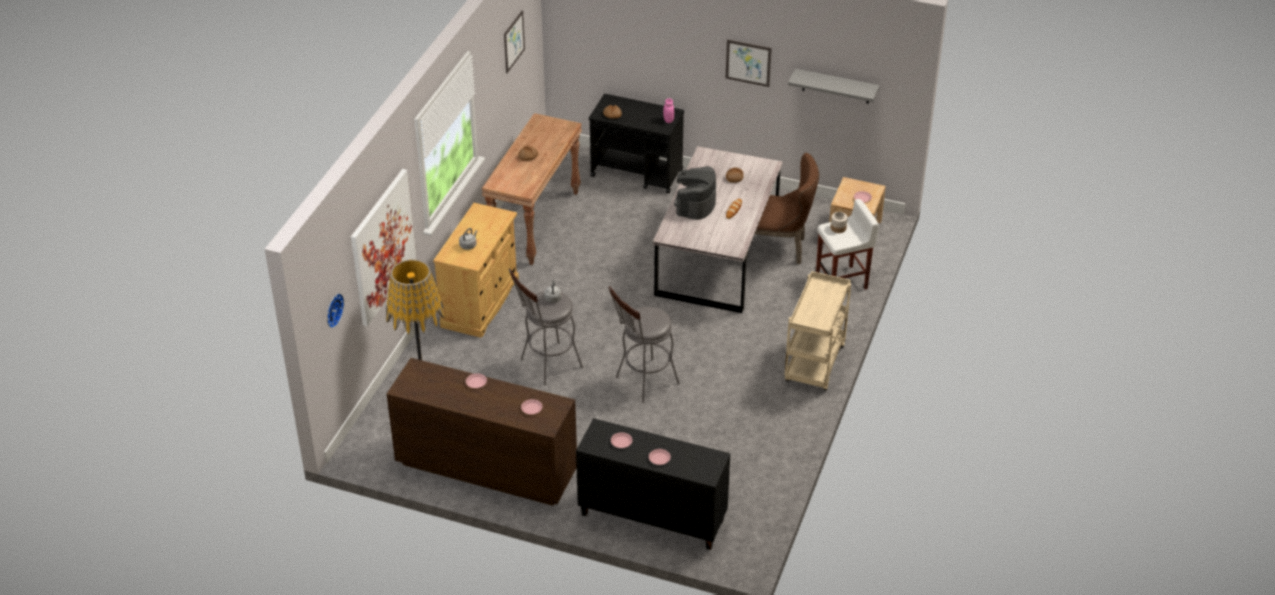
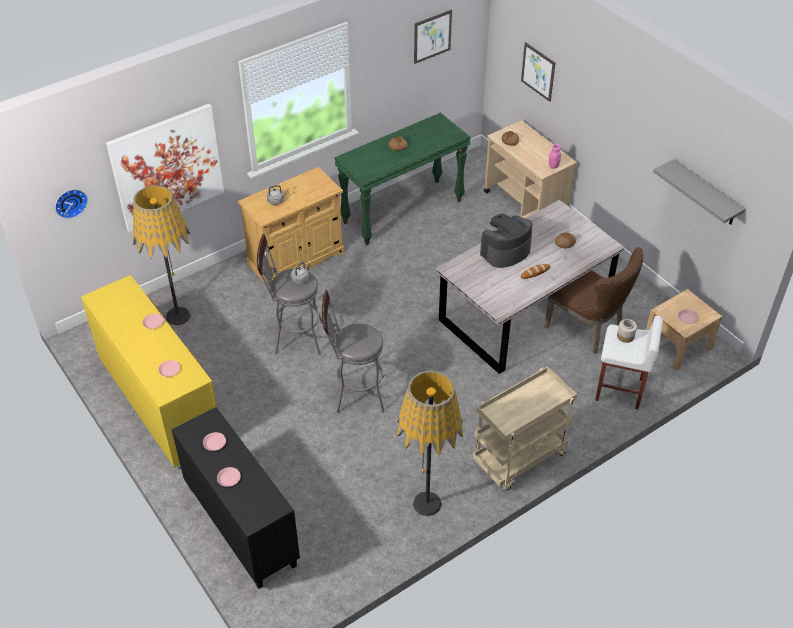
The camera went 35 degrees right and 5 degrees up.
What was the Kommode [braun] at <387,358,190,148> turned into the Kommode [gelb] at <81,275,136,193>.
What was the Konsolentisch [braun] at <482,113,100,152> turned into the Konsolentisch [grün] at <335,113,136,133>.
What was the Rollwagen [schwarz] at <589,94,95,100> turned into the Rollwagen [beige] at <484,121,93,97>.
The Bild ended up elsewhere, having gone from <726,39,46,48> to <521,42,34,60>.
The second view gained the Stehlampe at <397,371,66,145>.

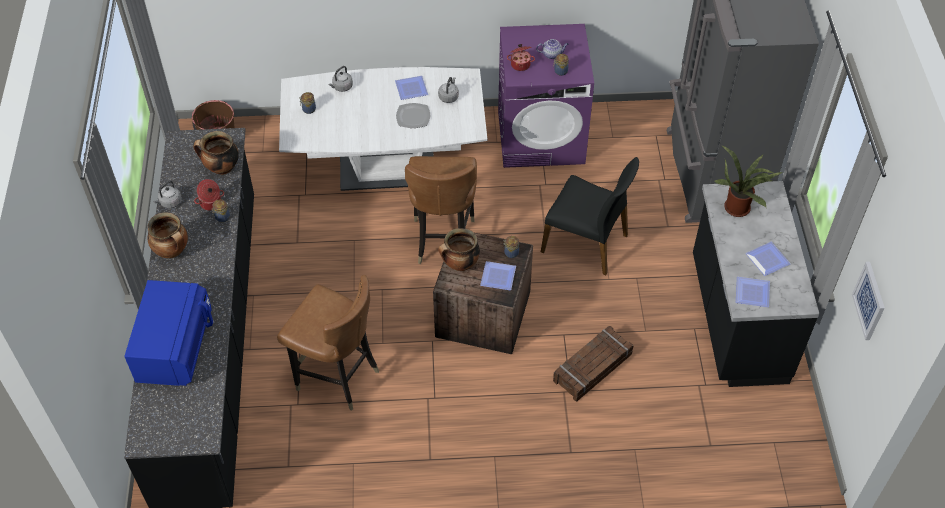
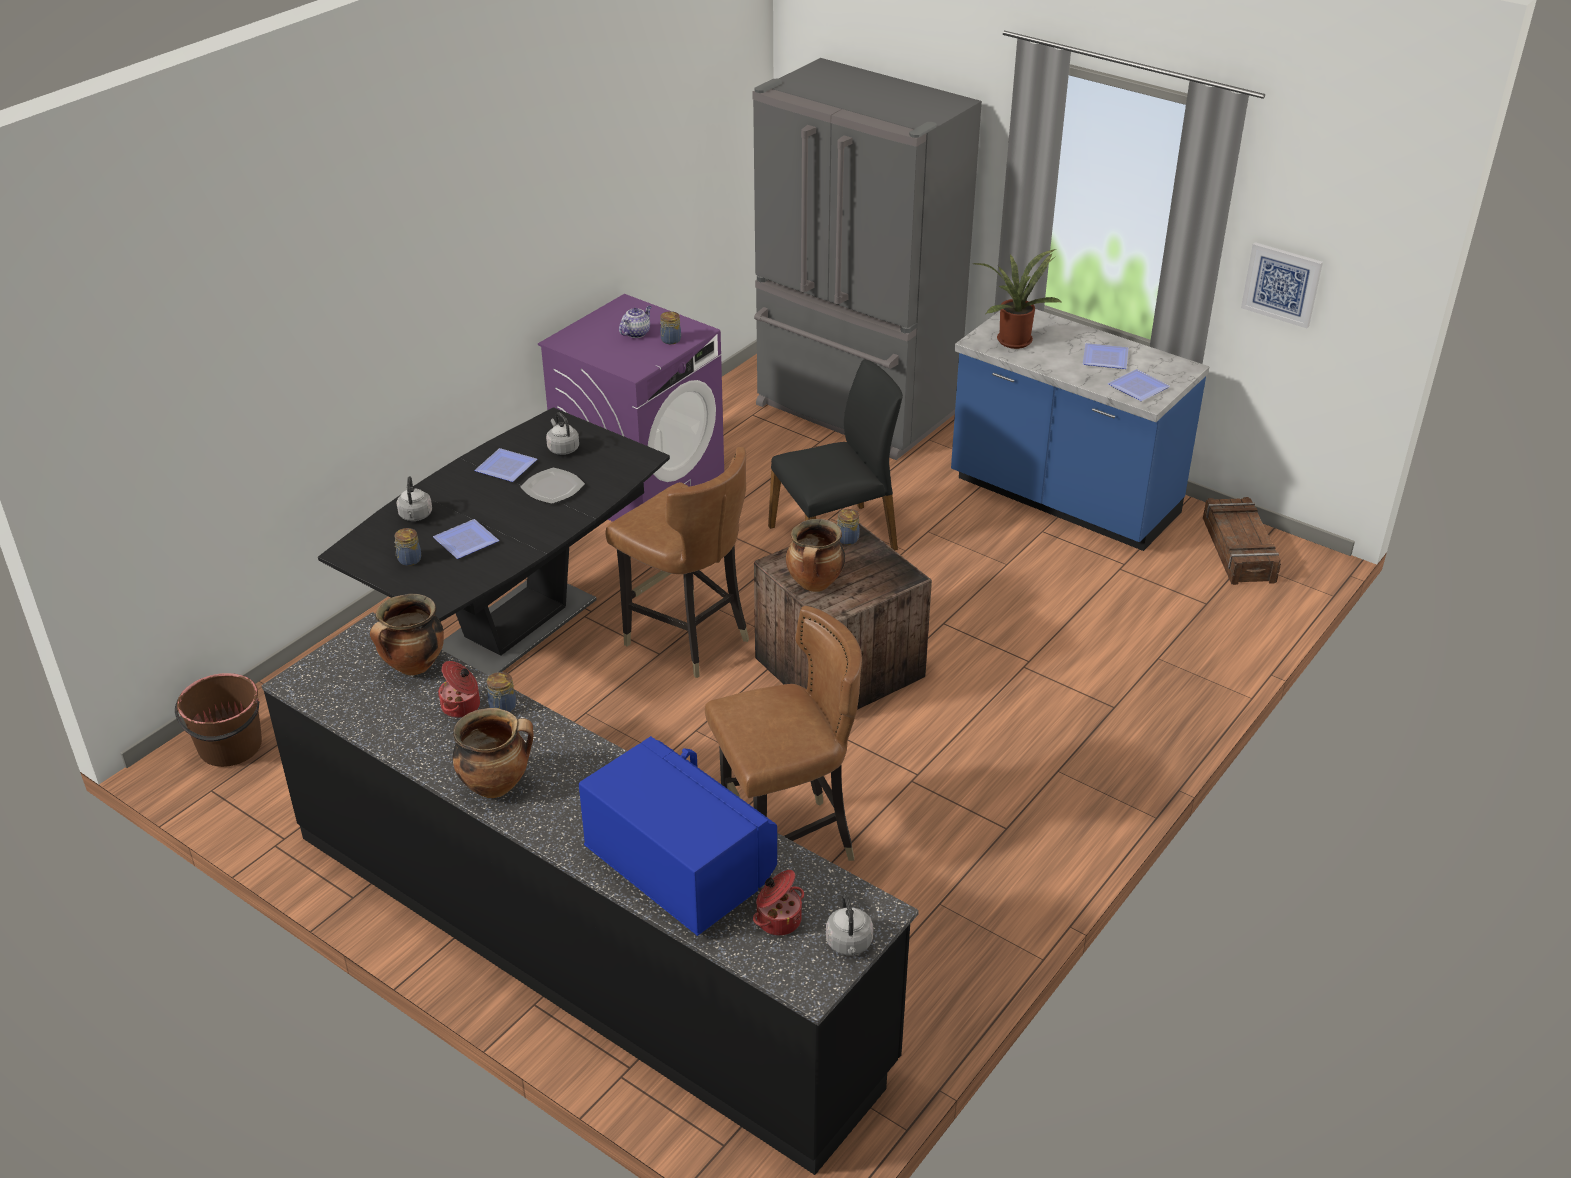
The camera went 50 degrees left and 15 degrees down.
The Wasserkessel [grau] ended up elsewhere, having gone from <153,181,29,27> to <826,894,47,61>.
What was the Esstisch [weiß] at <279,67,208,124> turned into the Esstisch [schwarz] at <318,407,352,269>.
The Teller ended up elsewhere, having gone from <480,261,36,29> to <433,519,66,40>.
The Kochtopf ended up elsewhere, having gone from <507,44,28,27> to <753,870,51,66>.
The Kiste ended up elsewhere, having gone from <553,326,80,76> to <1203,497,78,88>.
What was the Küchenzeile [schwarz] at <693,181,126,206> turned into the Küchenzeile [blau] at <951,309,258,242>.

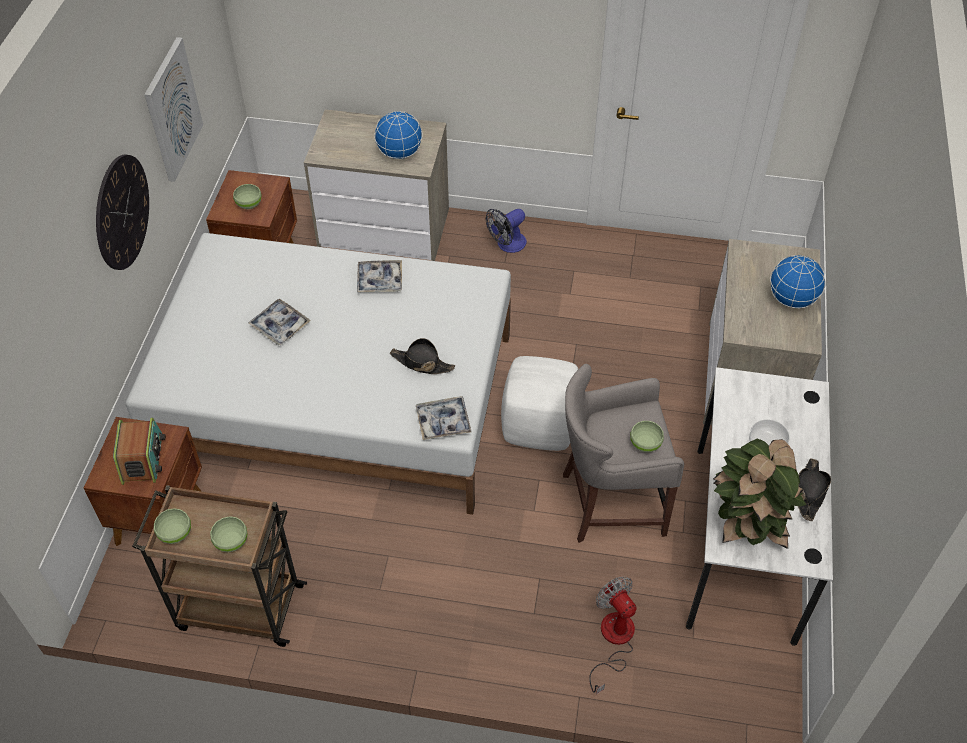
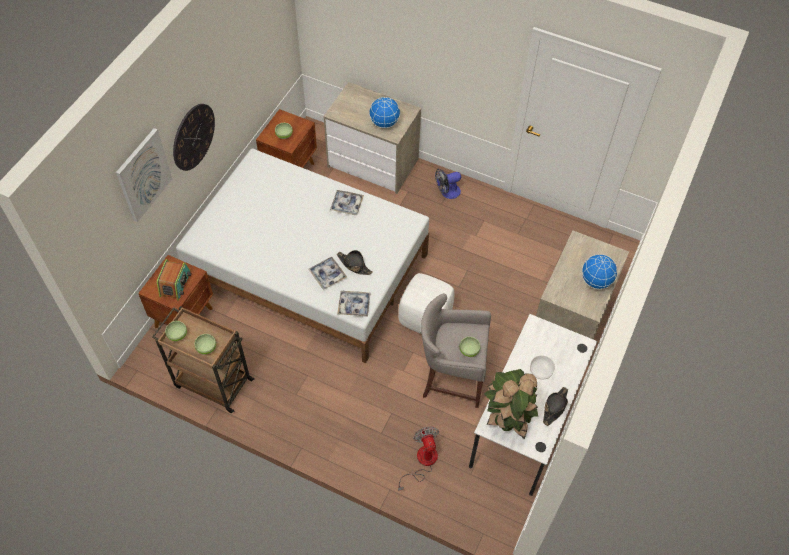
The camera went 15 degrees right and 5 degrees up.
The Bild ended up elsewhere, having gone from <144,37,59,145> to <116,128,56,94>.
The Tablett ended up elsewhere, having gone from <248,299,63,46> to <308,257,39,32>.

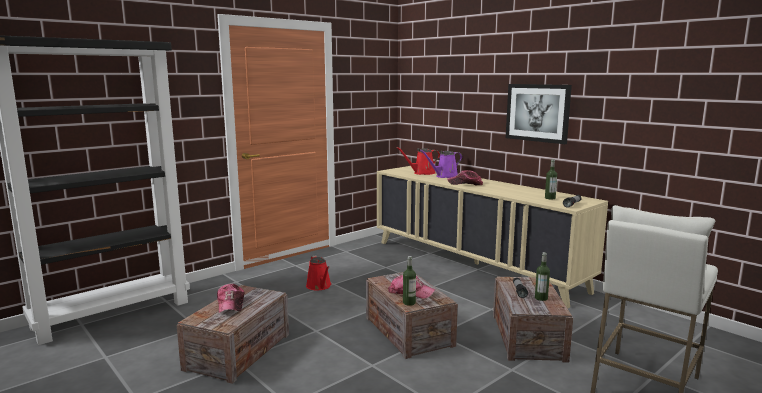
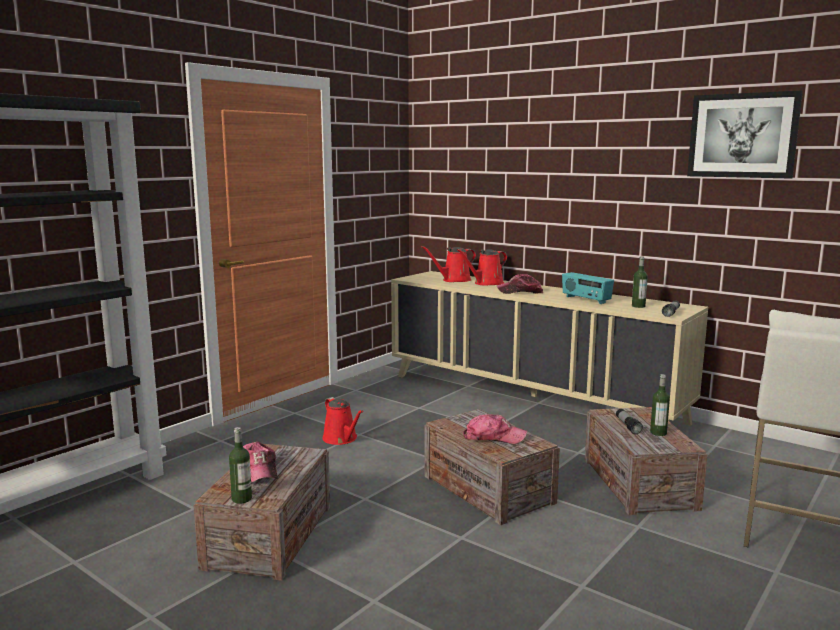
The camera went 10 degrees left and 0 degrees up.
The Flasche ended up elsewhere, having gone from <403,256,13,50> to <229,427,23,77>.
What was the Gießkanne [lila] at <420,150,42,28> turned into the Gießkanne [rot] at <457,249,50,37>.
The Bild ended up elsewhere, having gone from <506,84,66,60> to <687,90,116,88>.
The second view gained the Radio at <562,272,52,32>.

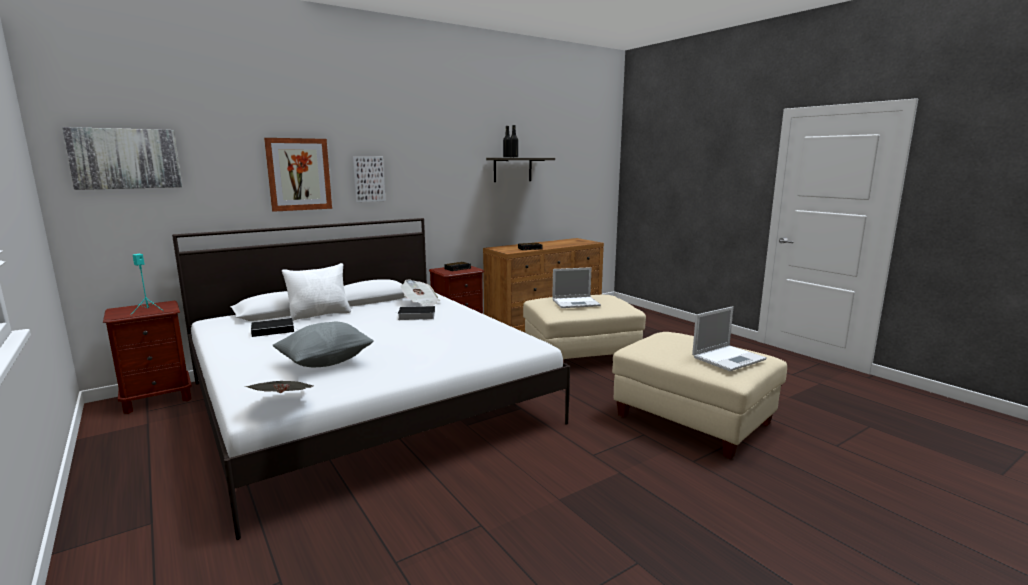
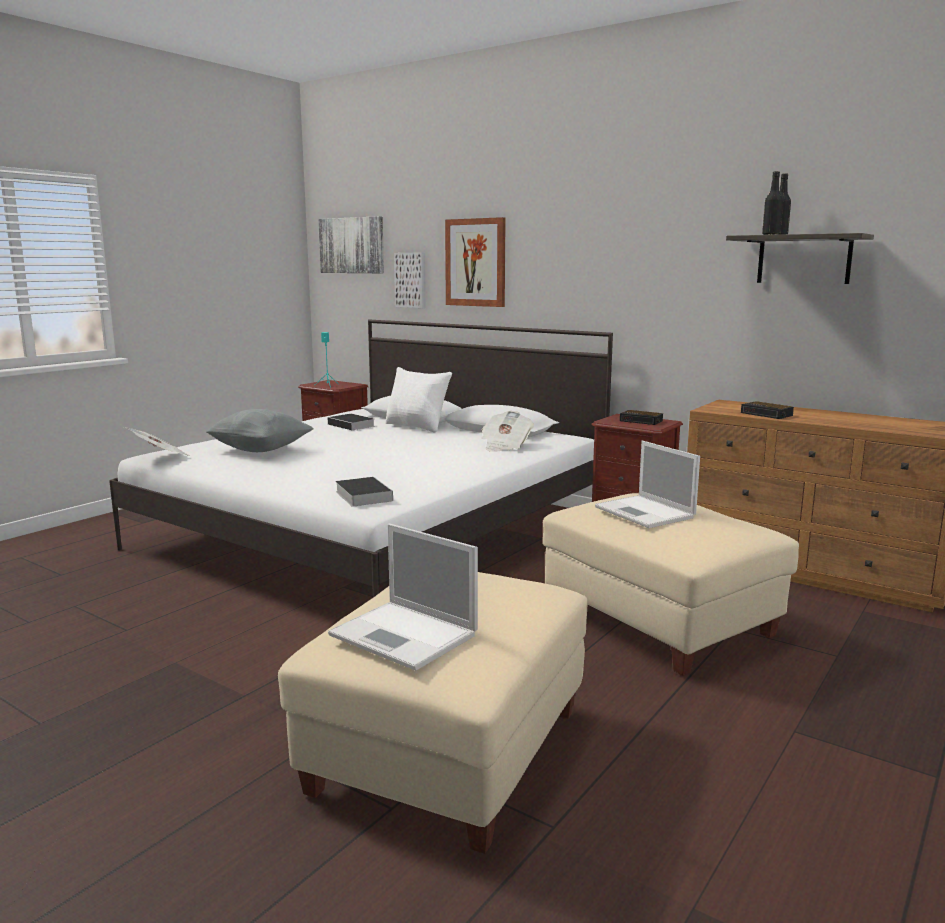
The camera went 70 degrees right and 0 degrees up.
The Bild ended up elsewhere, having gone from <353,157,32,45> to <394,253,32,55>.
The Buch ended up elsewhere, having gone from <396,306,39,14> to <335,477,58,30>.

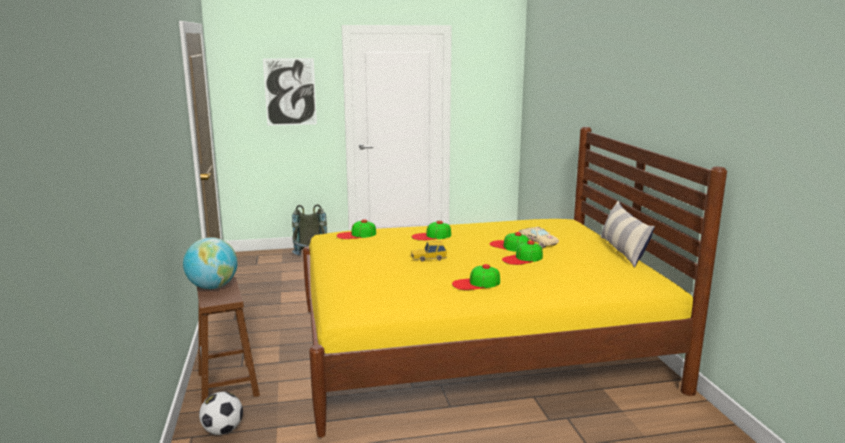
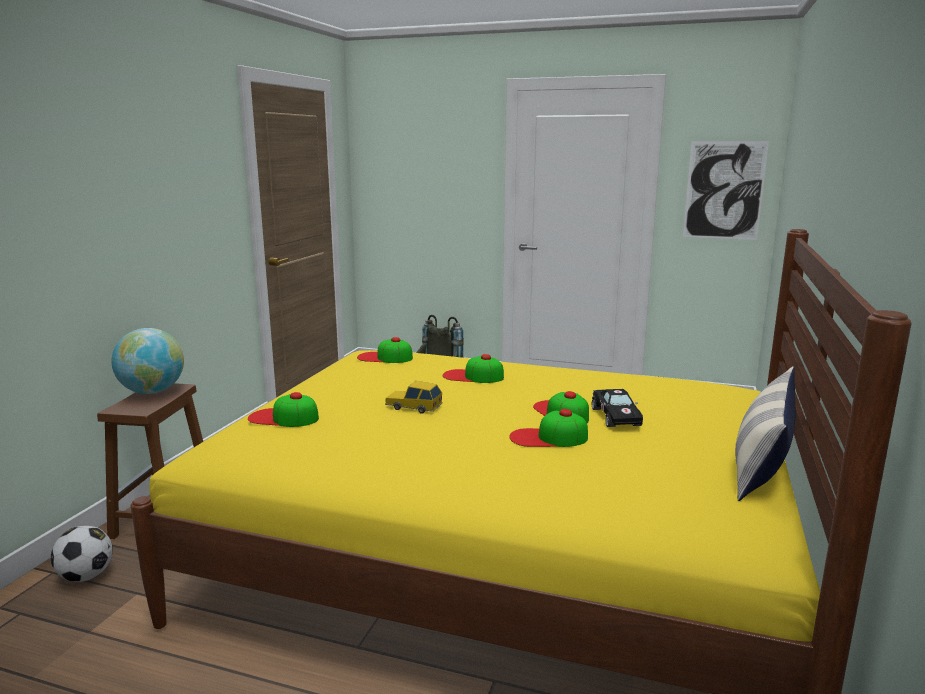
The camera went 30 degrees right and 0 degrees up.
The Bild ended up elsewhere, having gone from <263,58,54,68> to <683,141,86,99>.
The Kappe ended up elsewhere, having gone from <452,264,48,26> to <248,392,71,35>.
What was the Spielzeugauto [beige] at <519,227,40,21> turned into the Spielzeugauto [schwarz] at <592,389,51,38>.

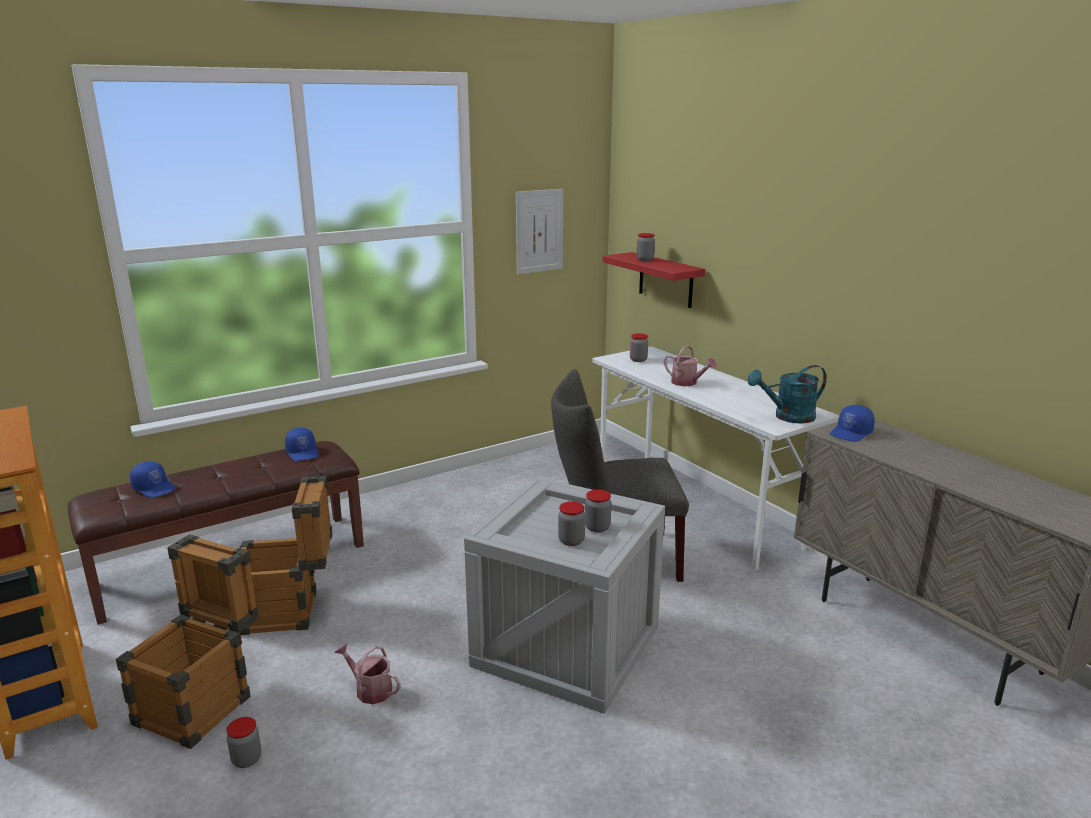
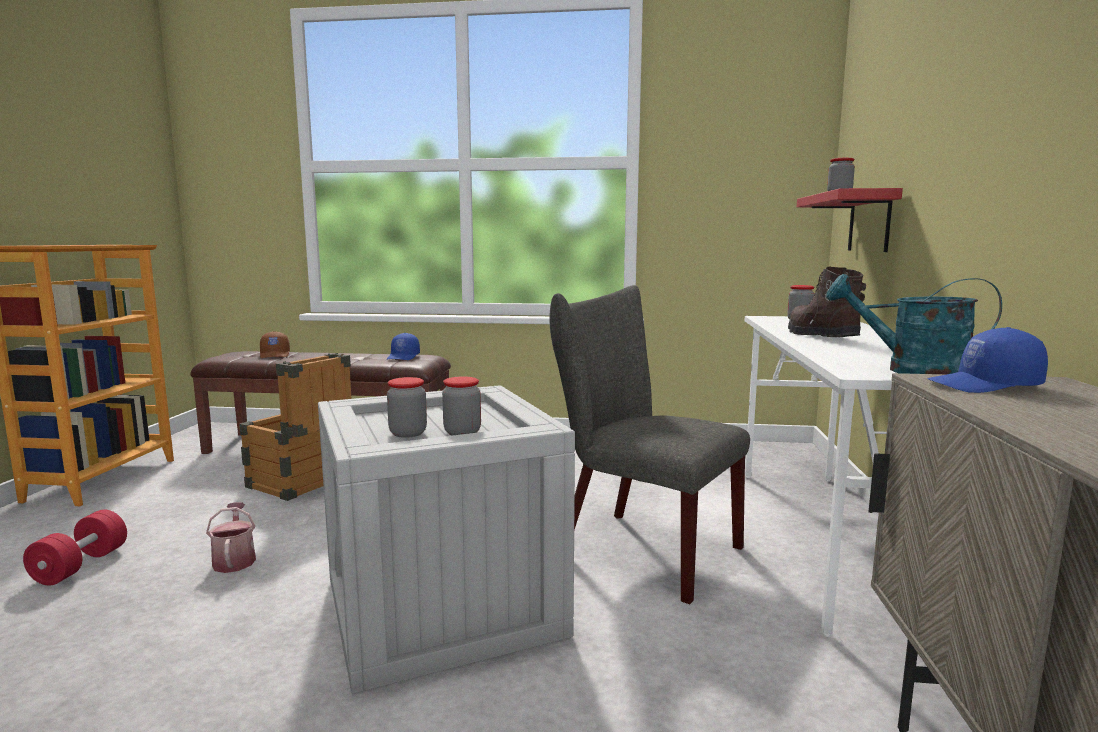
The camera went 40 degrees right and 10 degrees down.
The second view lost the Kiste at <116,534,143,215>.
What was the Kappe [blau] at <130,461,46,37> turned into the Kappe [braun] at <260,331,30,27>.
Where the Vorratsglas stood at <226,717,35,51>, the Hantel [rot] came to stand at <23,510,104,75>.
The second view lost the Bild at <516,189,47,85>.
Where the Gießkanne stood at <664,345,53,41>, the Stiefel [braun] came to stand at <788,266,78,71>.

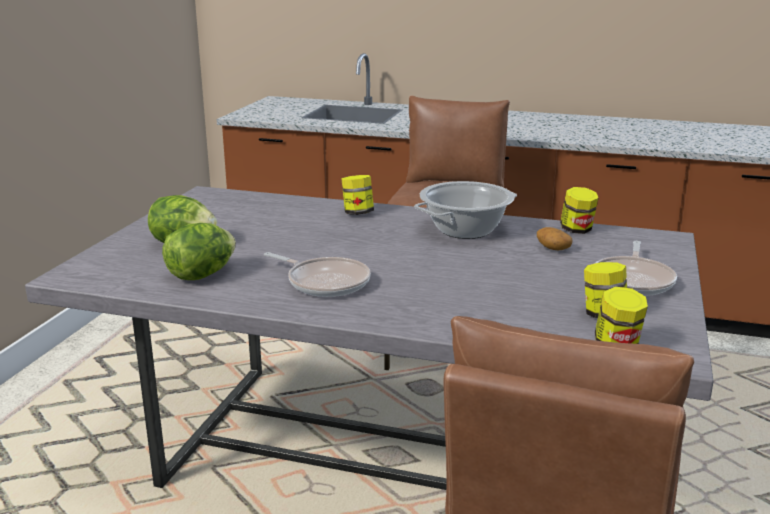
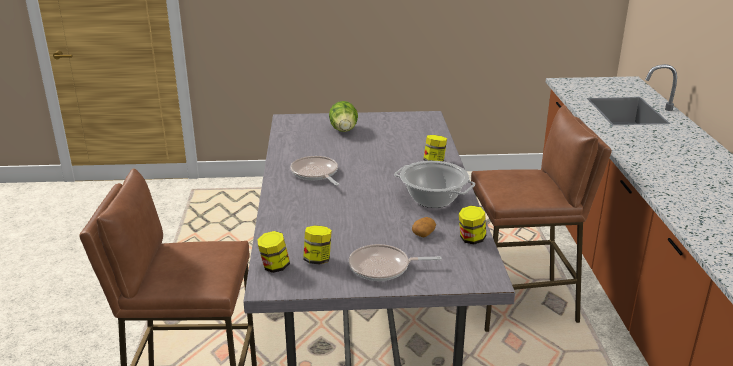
The camera went 70 degrees right and 5 degrees up.
The second view lost the Salatkopf at <162,223,74,57>.
The Pfanne at <264,252,107,45> ended up facing another way, 135 degrees clockwise from before.

